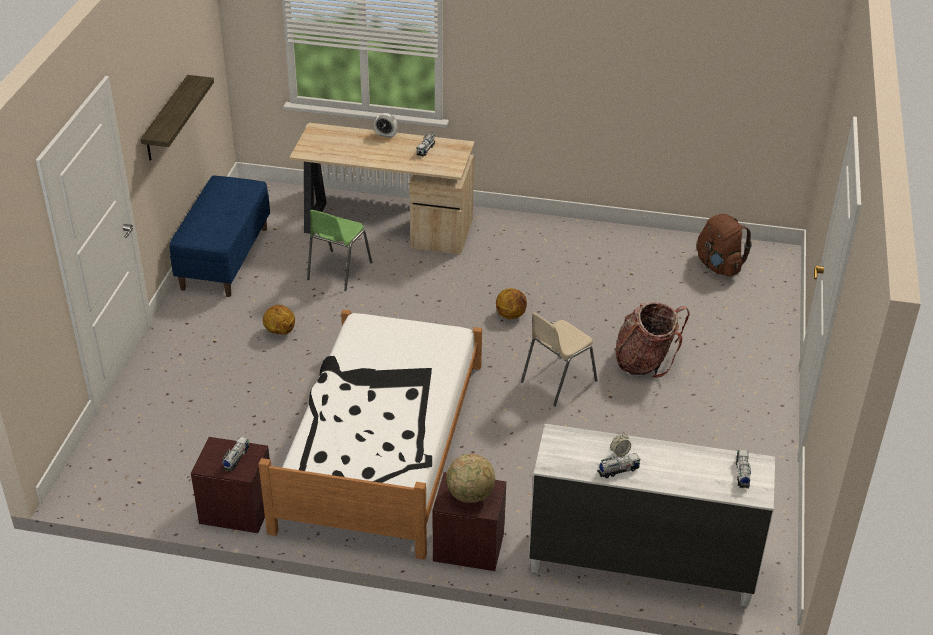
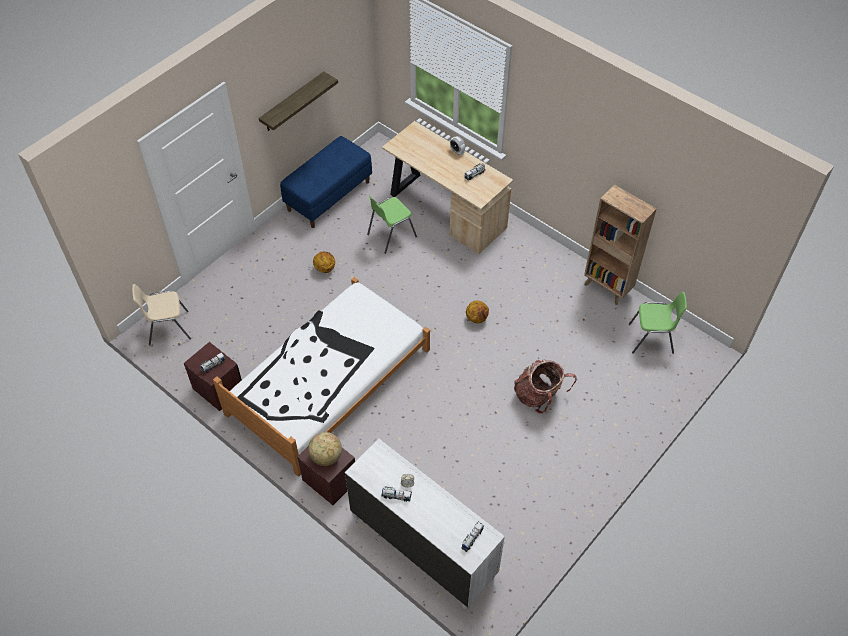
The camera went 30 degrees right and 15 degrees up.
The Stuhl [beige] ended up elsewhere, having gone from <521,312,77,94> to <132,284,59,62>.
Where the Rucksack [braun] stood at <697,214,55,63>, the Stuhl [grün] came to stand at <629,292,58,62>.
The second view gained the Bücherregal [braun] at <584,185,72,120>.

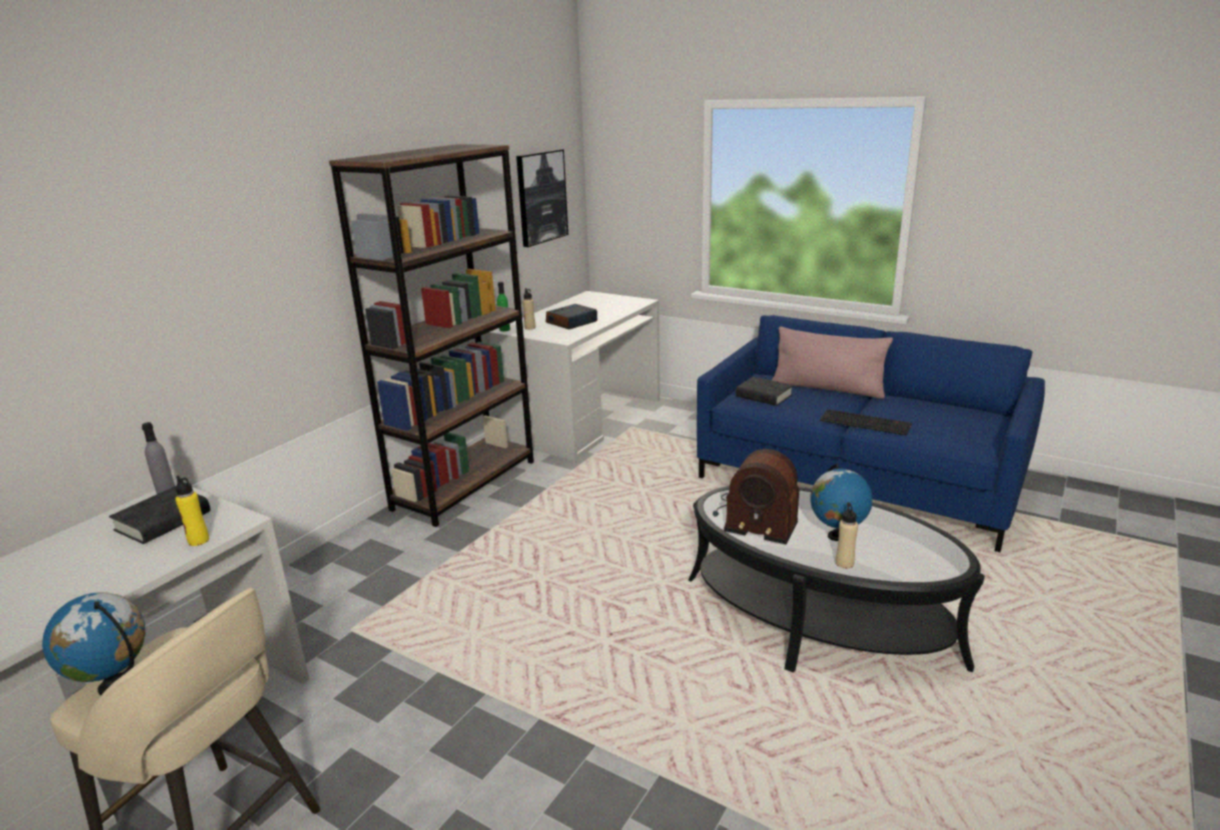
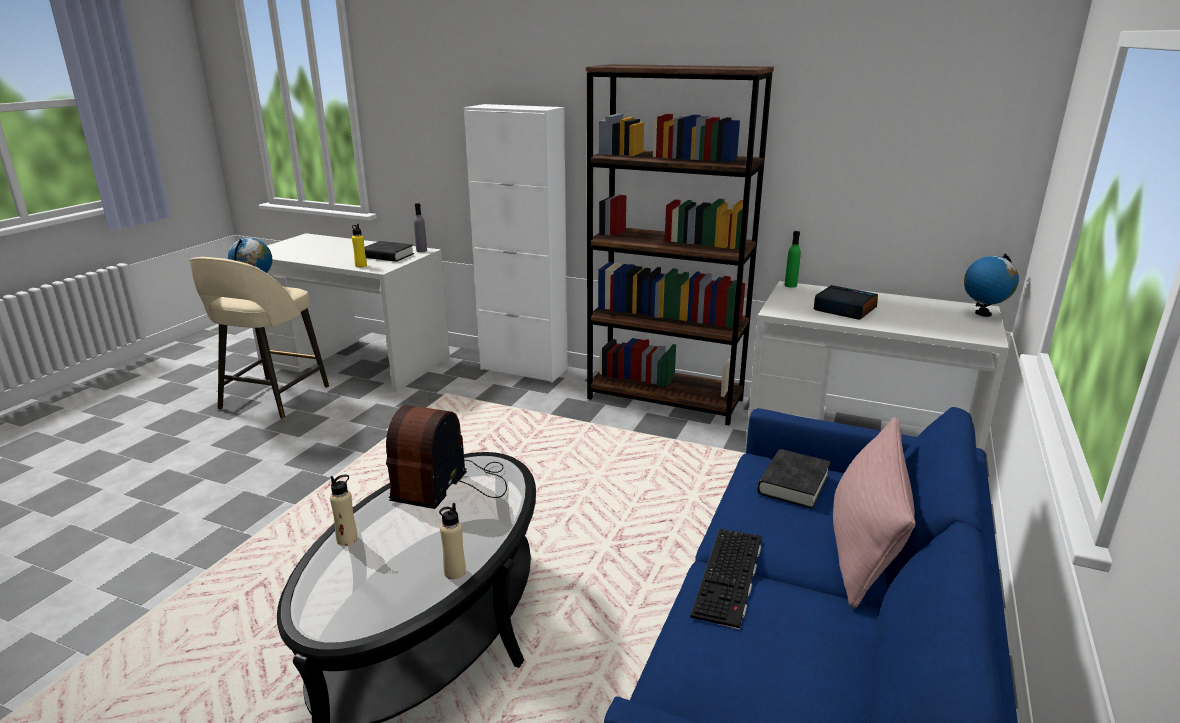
The camera went 80 degrees right and 0 degrees up.
The second view lost the Bild at <516,149,52,98>.
The Flasche [beige] ended up elsewhere, having gone from <523,288,12,41> to <439,503,27,76>.
The Globus ended up elsewhere, having gone from <810,464,62,77> to <964,253,55,64>.
The second view gained the Schrank [weiß] at <464,104,104,279>.

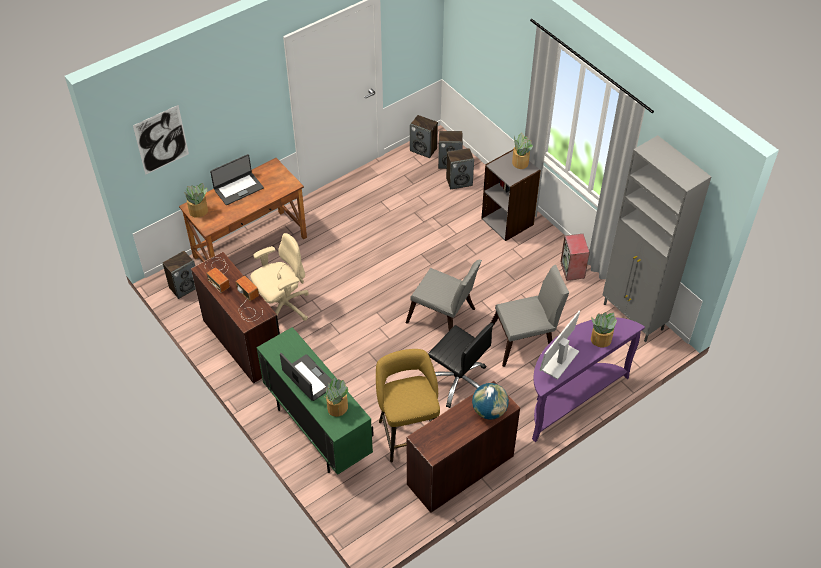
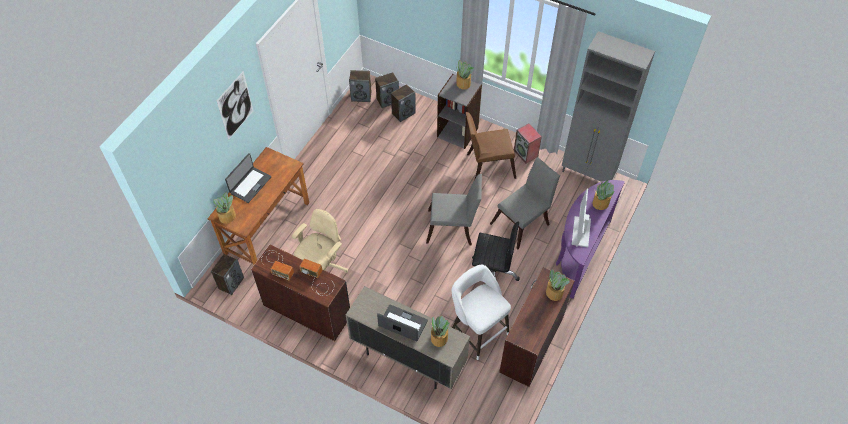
The camera went 25 degrees left and 5 degrees up.
The Bild ended up elsewhere, having gone from <133,105,56,70> to <217,71,37,69>.
What was the Schrank [grün] at <257,327,117,148> turned into the Schrank [beige] at <346,286,124,103>.
What was the Hocker [gelb] at <376,349,64,113> turned into the Hocker [weiß] at <452,265,59,95>.
Where the Globus stood at <472,383,37,37>, the Topfpflanze came to stand at <546,269,24,32>.
The second view gained the Stuhl [braun] at <466,112,50,68>.

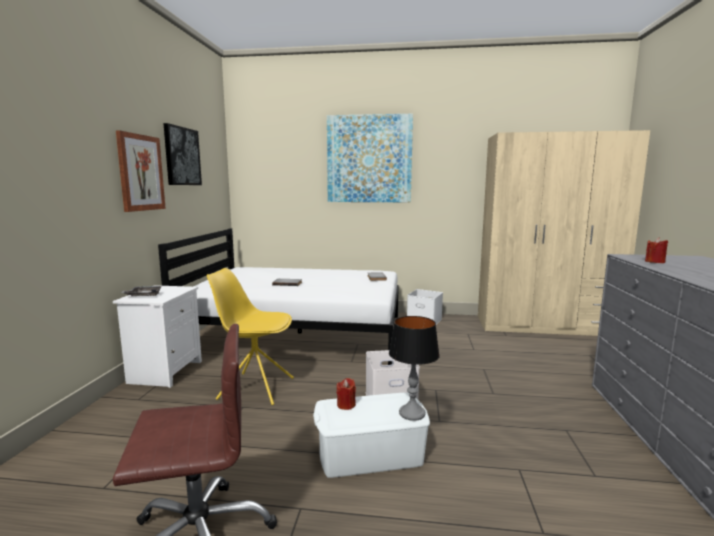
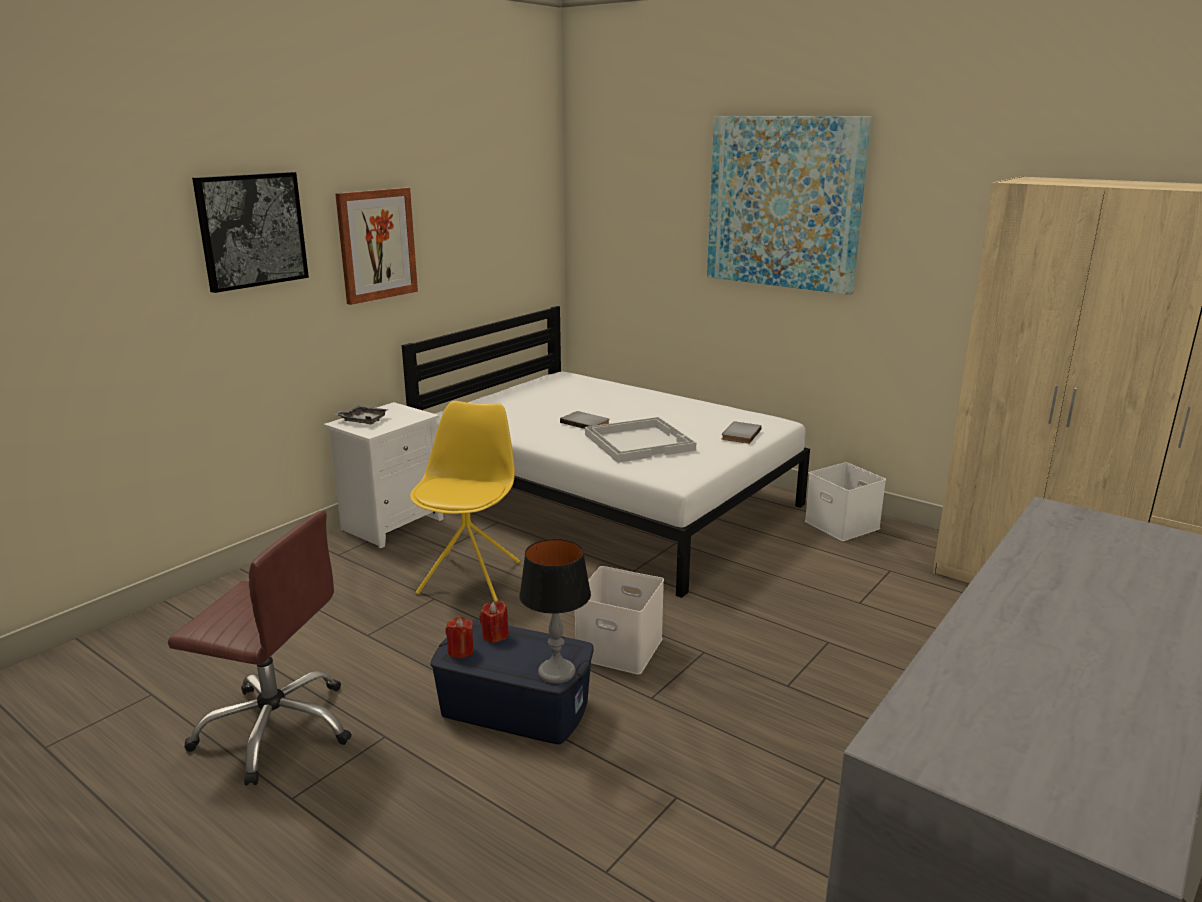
The camera went 30 degrees right and 10 degrees up.
The Bild ended up elsewhere, having gone from <163,123,39,62> to <192,172,117,121>.
The Stuhl [gelb] at <206,268,88,137> ended up facing another way, 60 degrees clockwise from before.
What was the Aufbewahrungsbox [weiß] at <313,392,117,86> turned into the Aufbewahrungsbox [blau] at <430,620,164,124>.
The Kerze [rot] ended up elsewhere, having gone from <645,238,23,25> to <446,616,28,42>.
The second view gained the Tablett [weiß] at <585,417,111,46>.

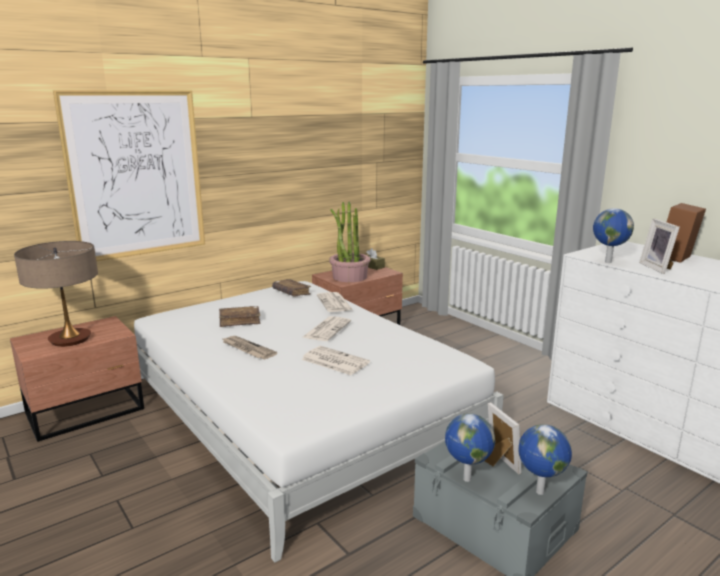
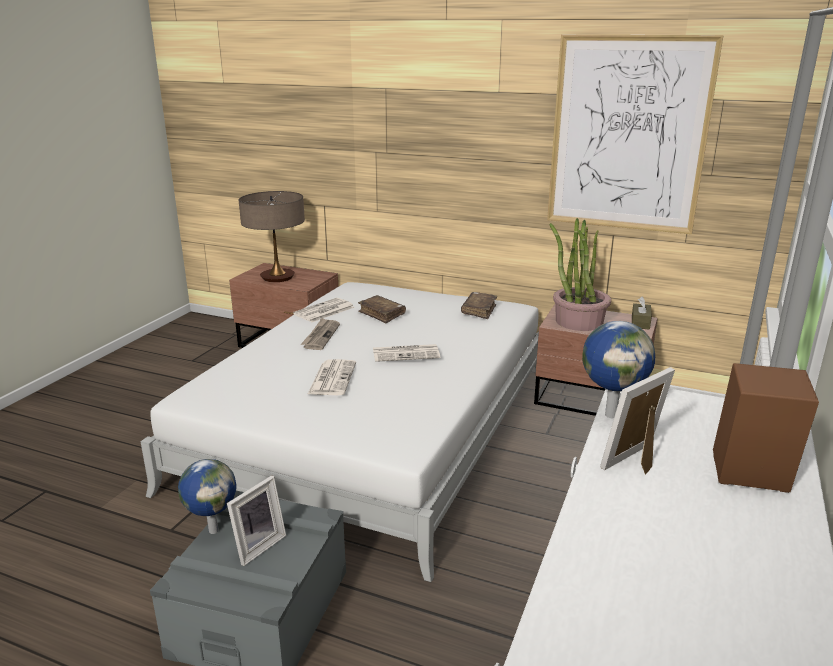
The camera went 60 degrees right and 5 degrees up.
The Bild ended up elsewhere, having gone from <53,90,152,171> to <547,35,177,199>.
The Zeitung ended up elsewhere, having gone from <317,292,36,20> to <293,298,62,24>.
The second view lost the Globus at <518,424,54,71>.

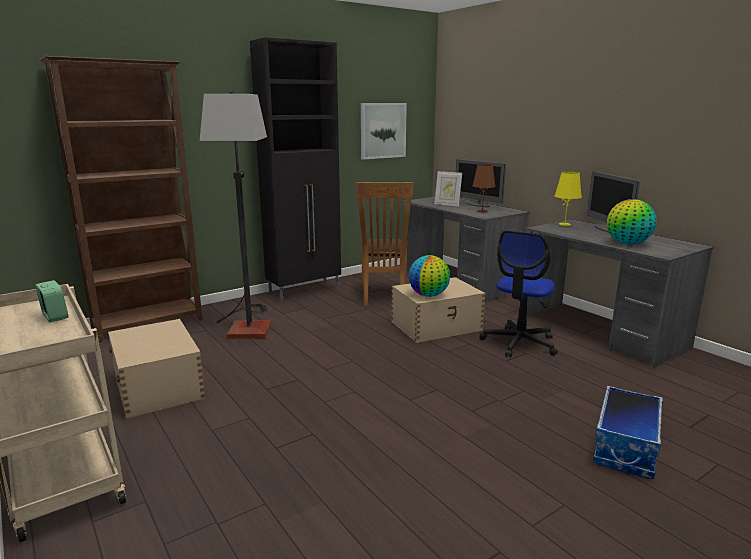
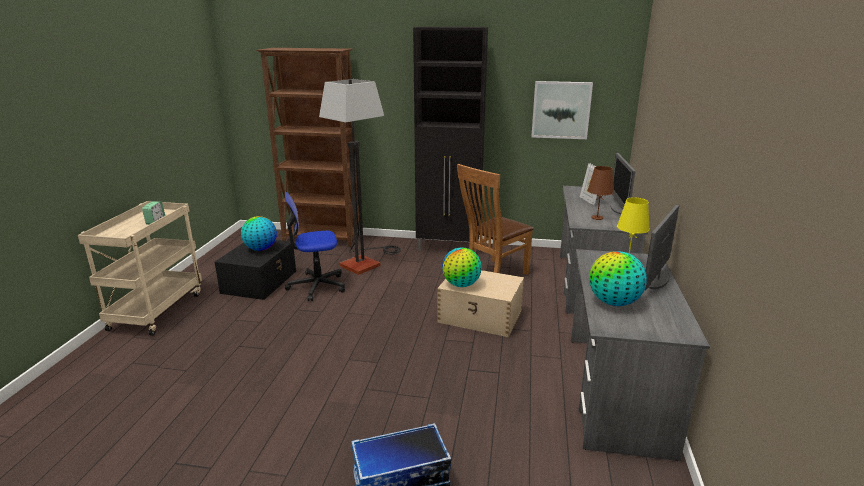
The camera went 45 degrees right and 5 degrees up.
What was the Aufbewahrungsbox [beige] at <108,319,97,100> turned into the Aufbewahrungsbox [schwarz] at <215,240,81,60>.
The Bürostuhl ended up elsewhere, having gone from <479,230,79,127> to <285,192,60,109>.
The second view gained the Globus at <241,216,36,35>.

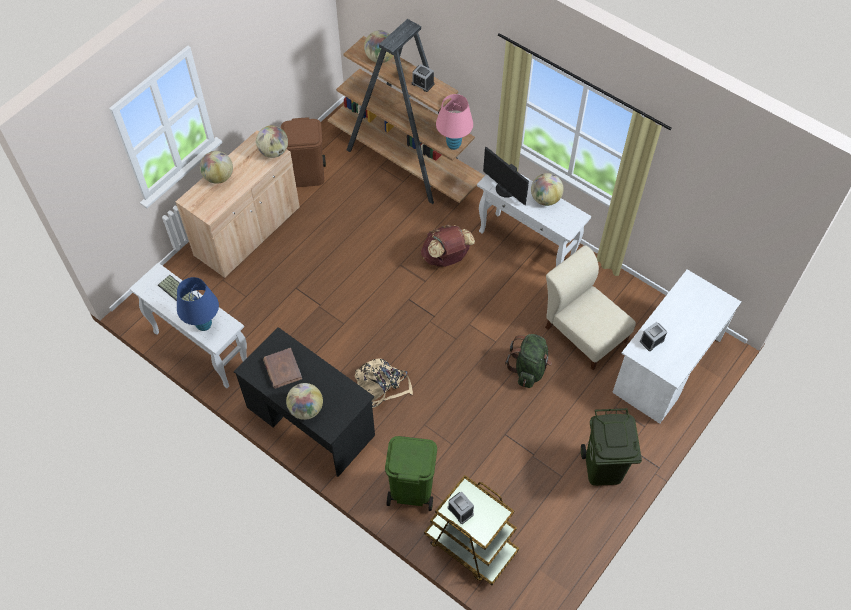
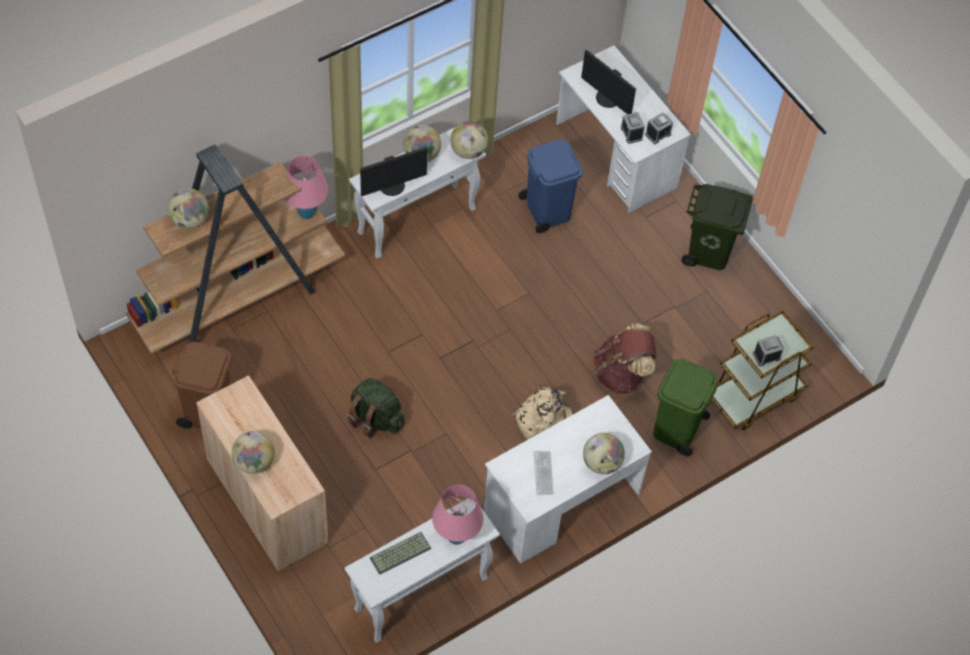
The camera went 75 degrees left and 0 degrees up.
What was the Tischlampe [blau] at <177,277,42,54> turned into the Tischlampe [rosa] at <432,485,51,60>.
What was the Schreibtisch [schwarz] at <234,327,141,150> turned into the Schreibtisch [weiß] at <484,395,168,169>.
The Globus ended up elsewhere, having gone from <256,125,32,33> to <450,121,38,38>.
Where the Buch [braun] stood at <263,348,39,41>, the Tastatur came to stand at <534,451,20,44>.
The Wecker ended up elsewhere, having gone from <412,64,23,28> to <645,112,28,32>.
The Rucksack [braun] ended up elsewhere, having gone from <421,224,54,43> to <593,324,63,70>.
The Rucksack [grün] ended up elsewhere, having gone from <505,334,47,54> to <347,378,57,60>.
Where the Stuhl [beige] stood at <545,245,91,125>, the Mülleimer [blau] came to stand at <518,140,65,93>.
The second view gained the Monitor at <581,50,55,64>.

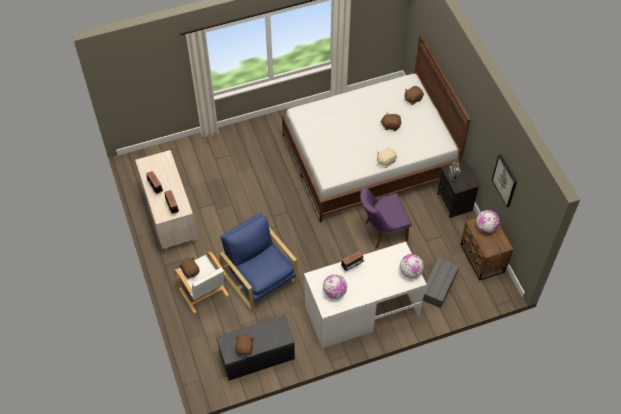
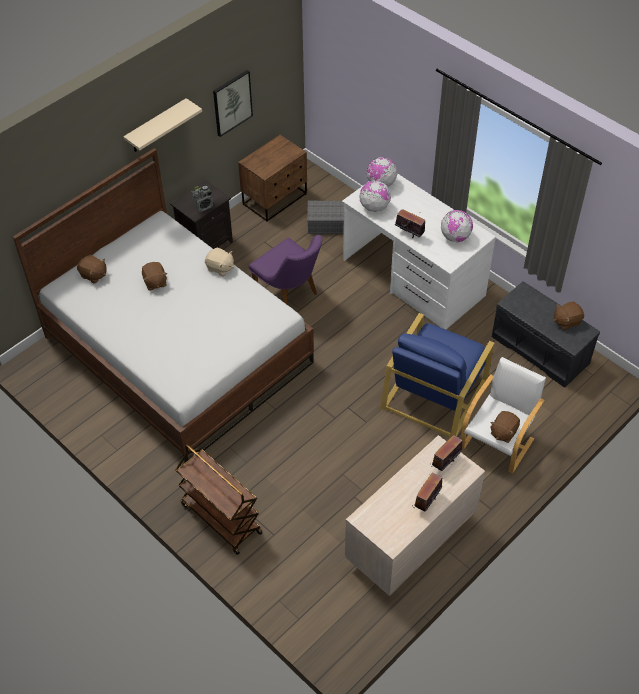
The camera went 115 degrees left and 5 degrees down.
The Globus ended up elsewhere, having gone from <476,210,24,23> to <360,180,31,32>.
The second view gained the Wandregal [beige] at <123,98,79,54>.
The second view gained the Rollwagen [braun] at <176,445,86,110>.

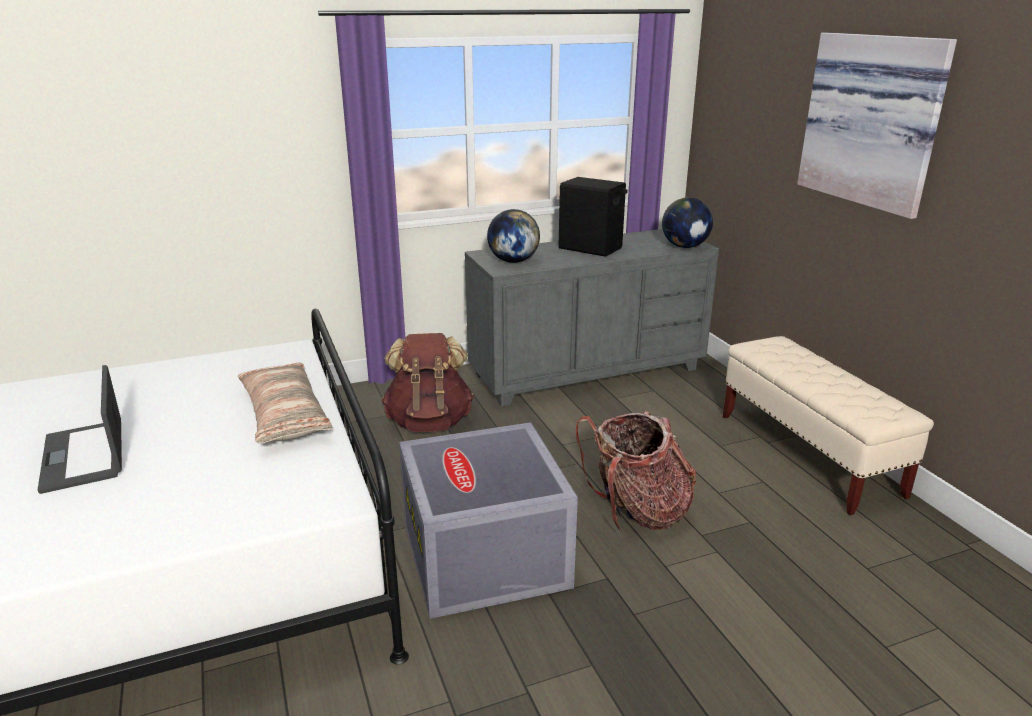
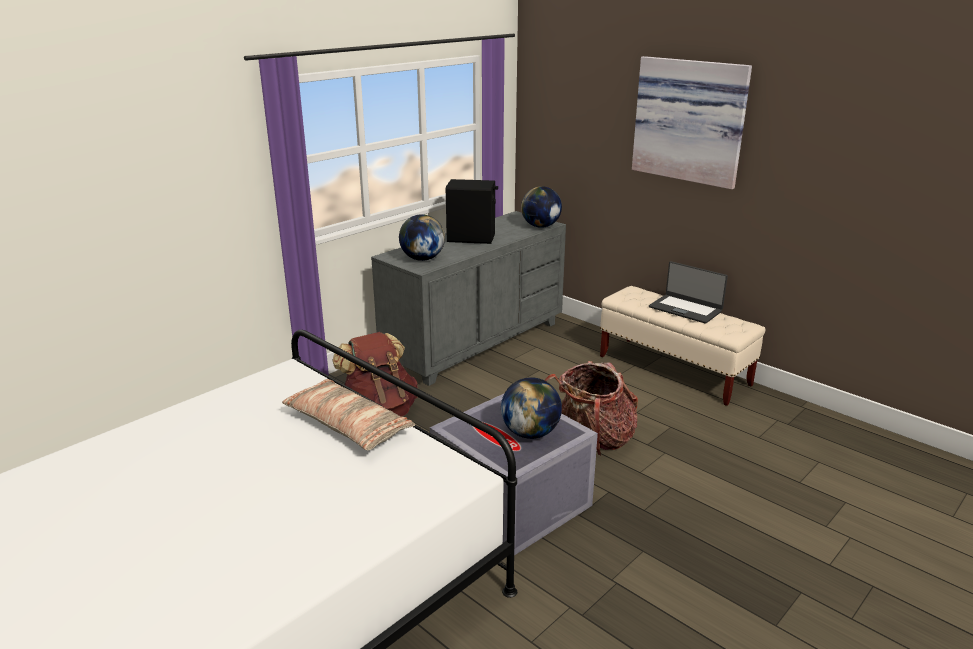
The camera went 25 degrees left and 0 degrees up.
The Laptop ended up elsewhere, having gone from <38,365,84,129> to <649,261,79,63>.
The second view gained the Globus at <501,377,61,62>.

